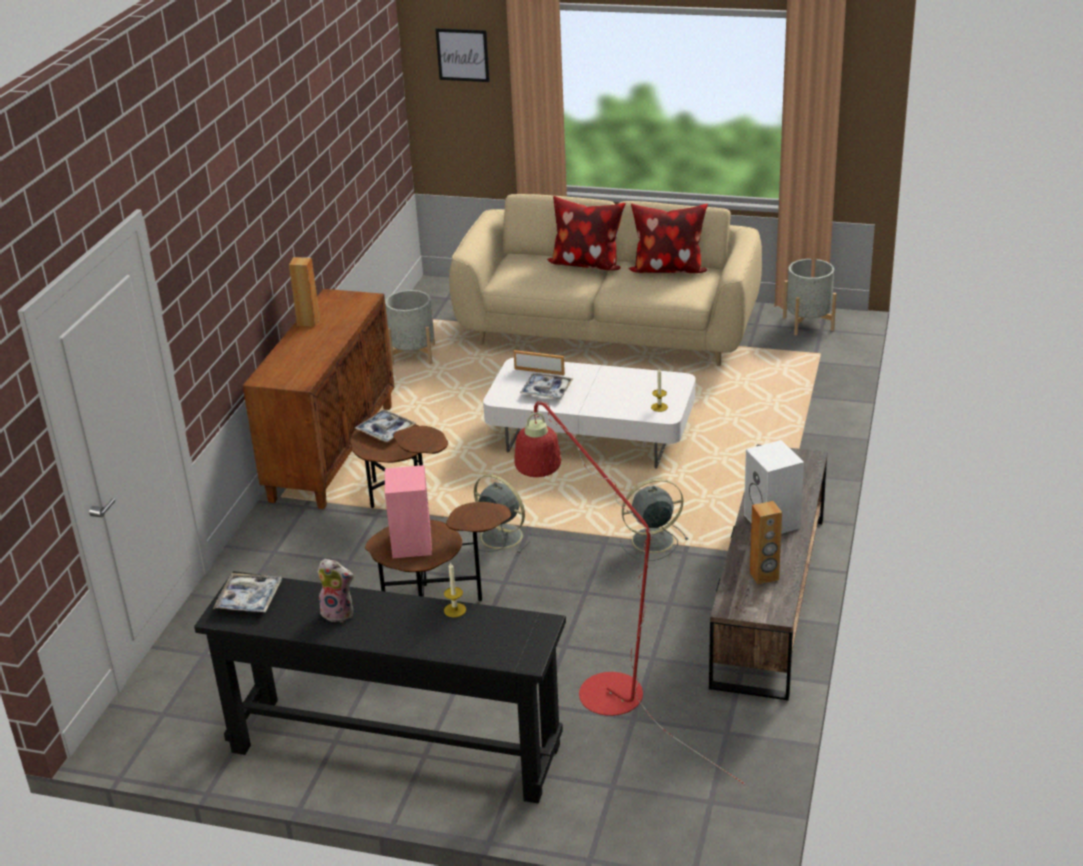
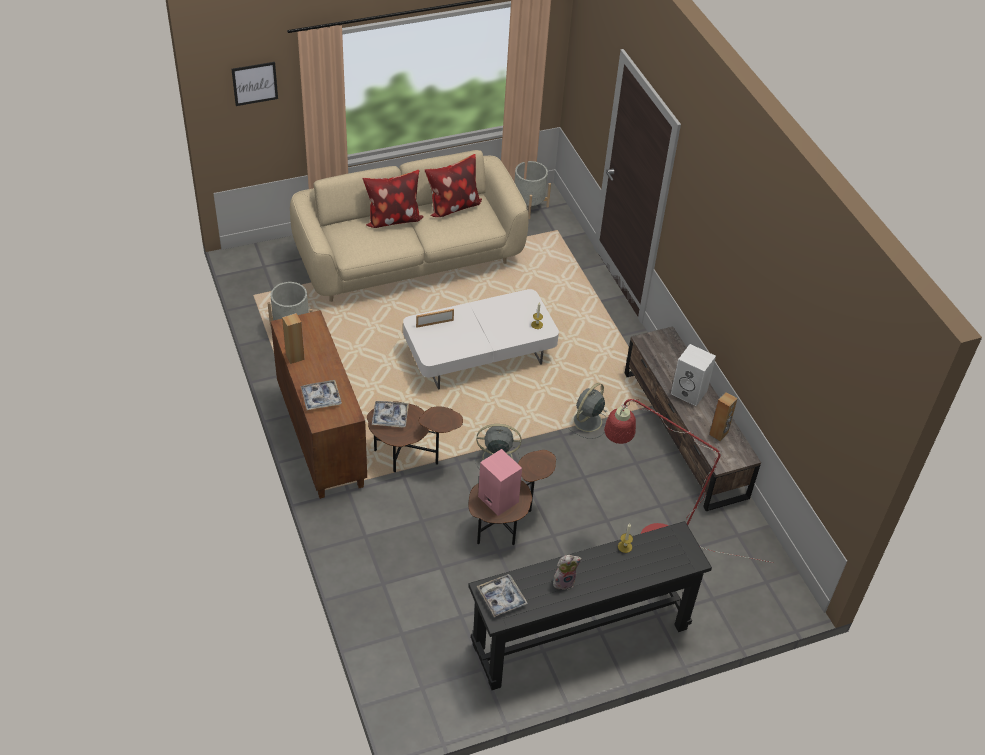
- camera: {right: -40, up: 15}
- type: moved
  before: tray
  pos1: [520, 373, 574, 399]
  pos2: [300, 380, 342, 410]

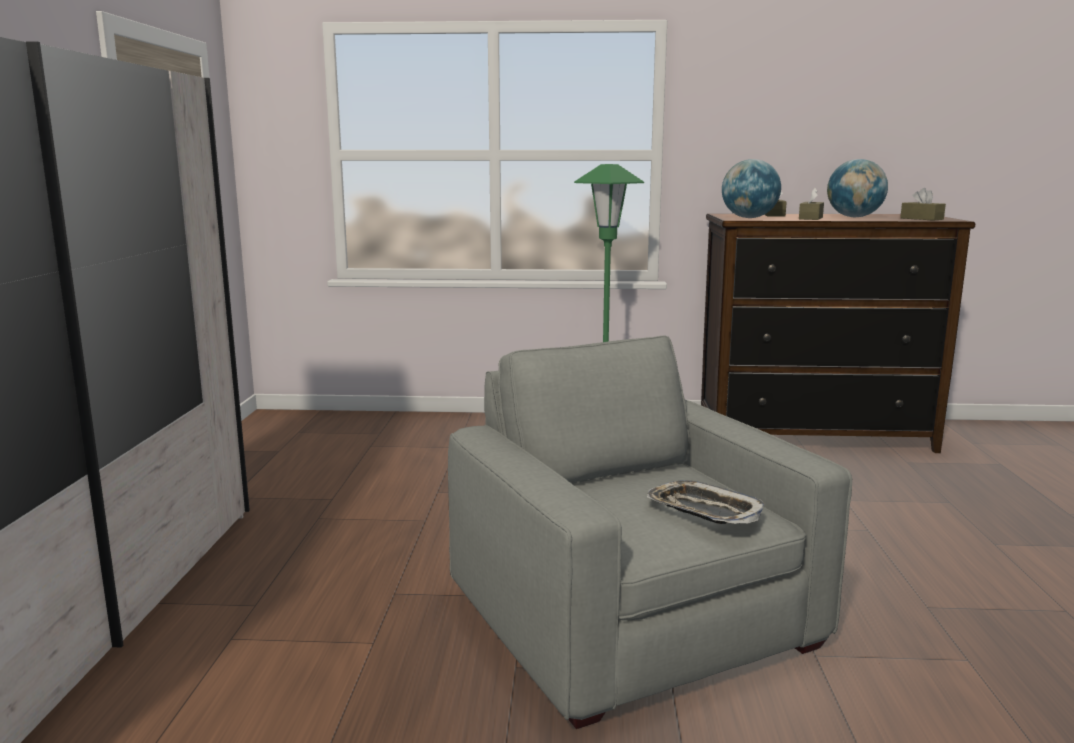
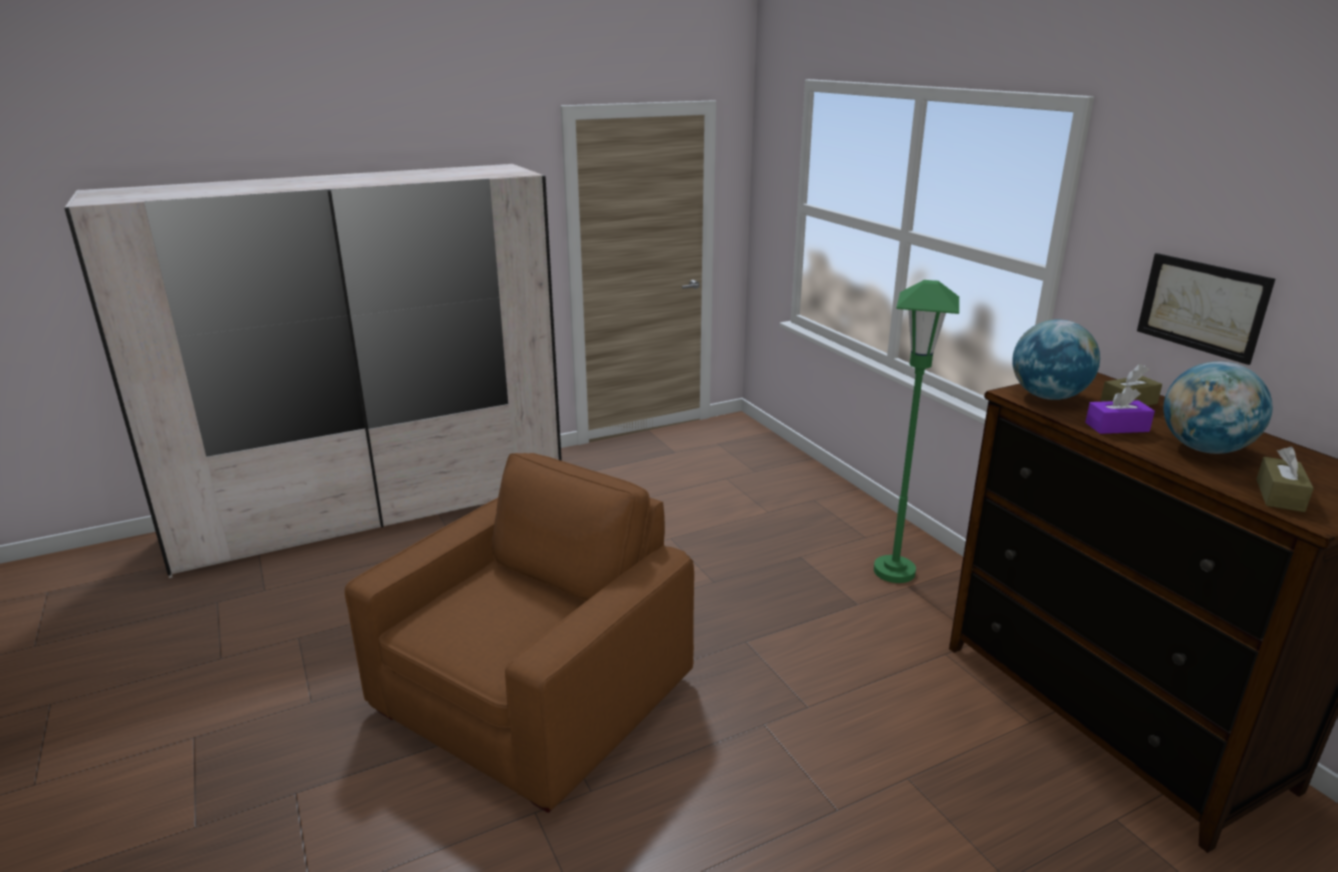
- camera: {right: 60, up: 10}
- type: recoloured
  before: gray easy chair
  after: brownish easy chair
  pos1: [448, 336, 852, 729]
  pos2: [345, 453, 694, 813]
- type: removed
  before: tray
  pos1: [647, 480, 765, 524]
- type: recoloured
  before: brownish tissue holder
  after: purple tissue holder
  pos1: [799, 188, 824, 220]
  pos2: [1085, 386, 1155, 434]
- type: added
  after: wall picture
  pos2: [1137, 253, 1275, 365]

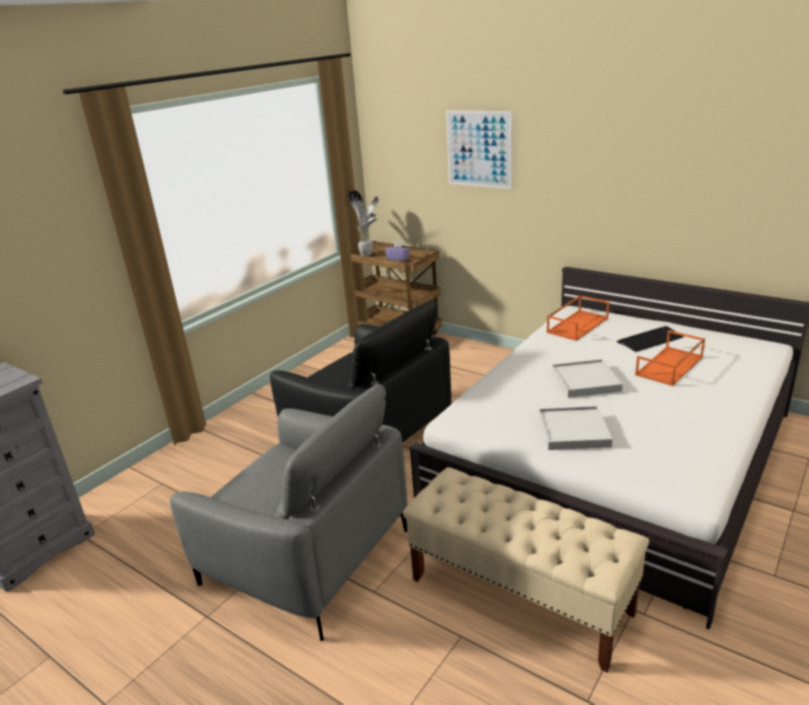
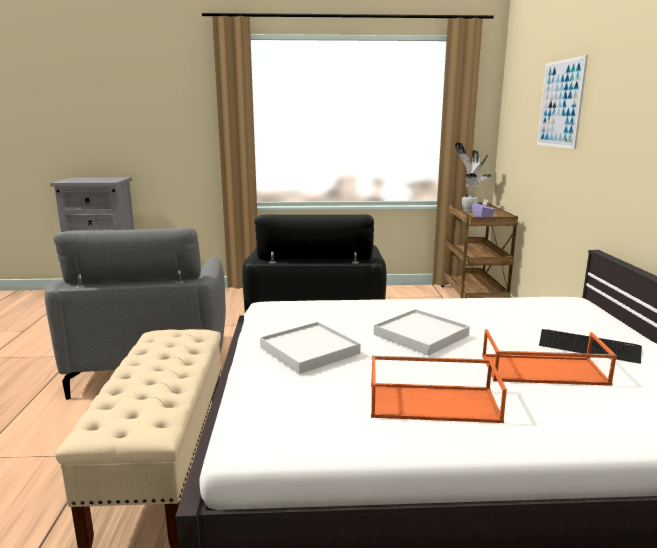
- camera: {right: 50, up: -10}
- type: moved
  before: orange tray
  pos1: [547, 295, 609, 341]
  pos2: [371, 356, 507, 423]

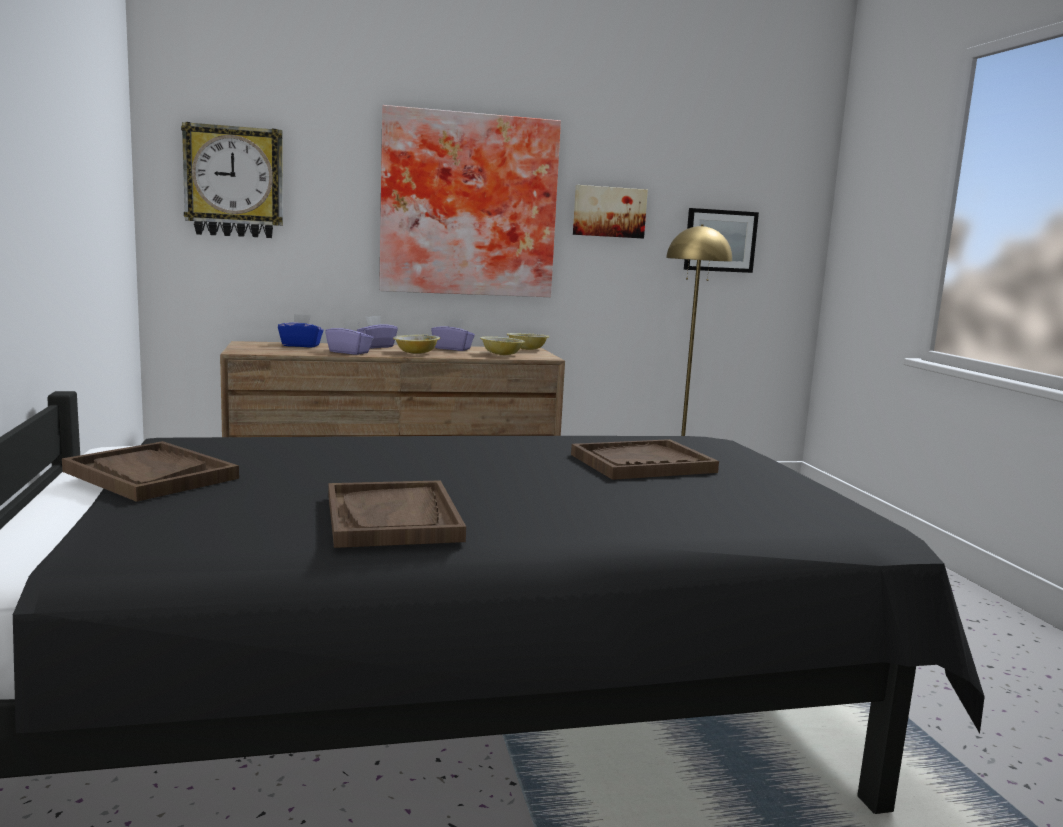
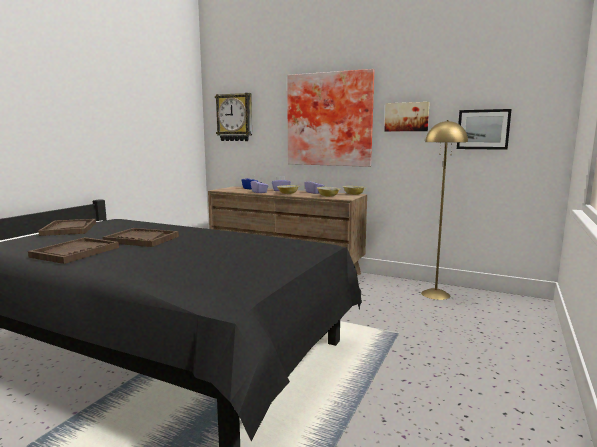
- camera: {right: 40, up: 0}
- type: moved
  before: brownish tray
  pos1: [571, 439, 719, 480]
  pos2: [103, 228, 179, 247]

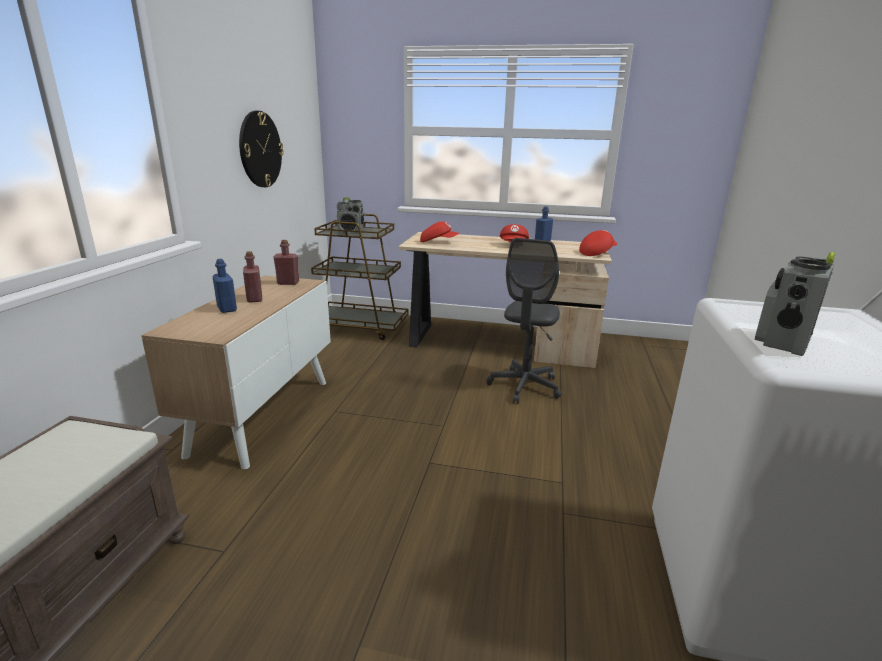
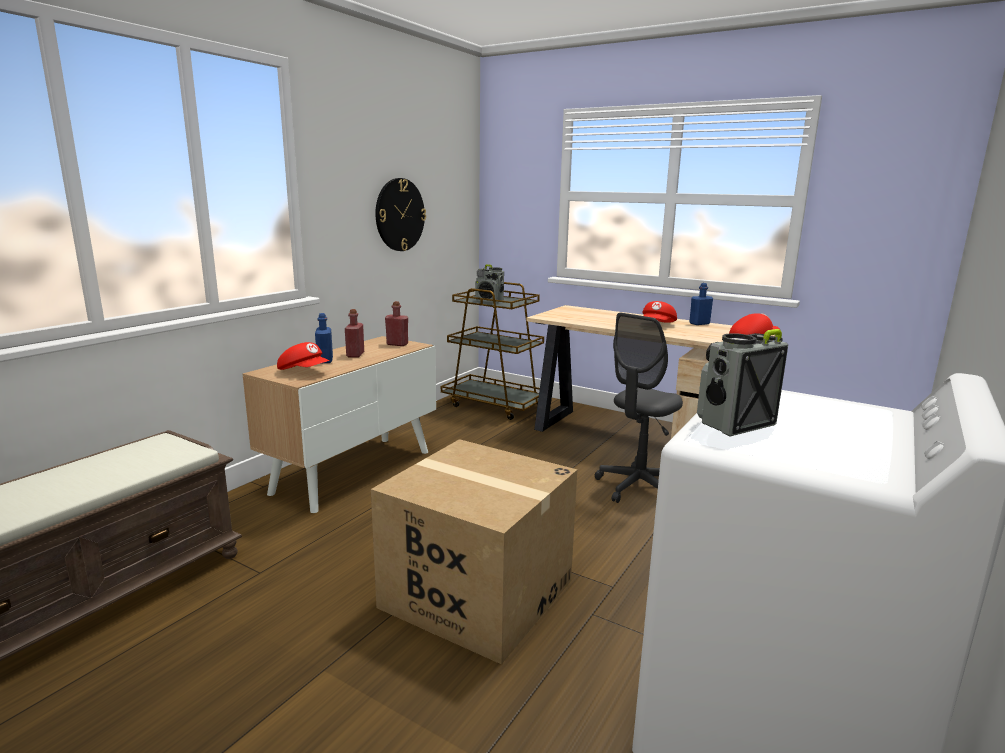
- camera: {right: 20, up: -5}
- type: moved
  before: reddish baseball cap
  pos1: [420, 221, 459, 242]
  pos2: [277, 342, 330, 370]
- type: added
  after: packing box
  pos2: [371, 439, 577, 665]

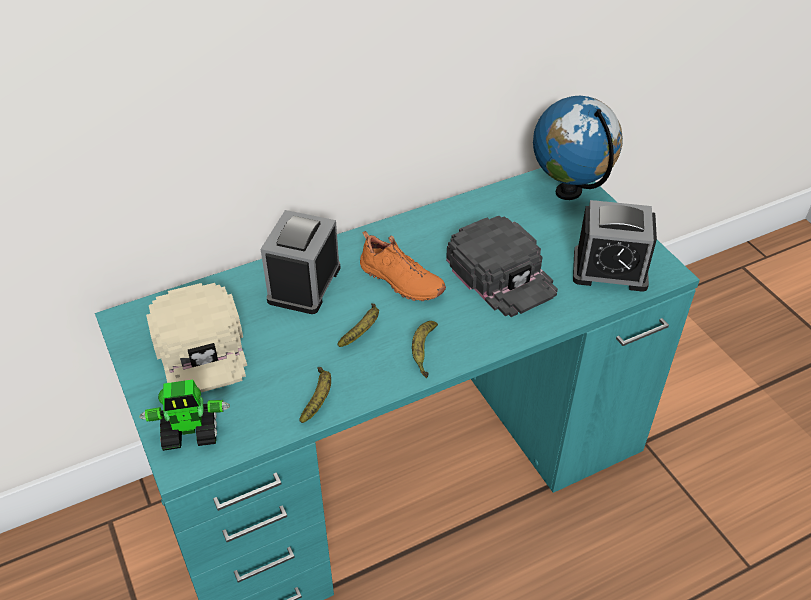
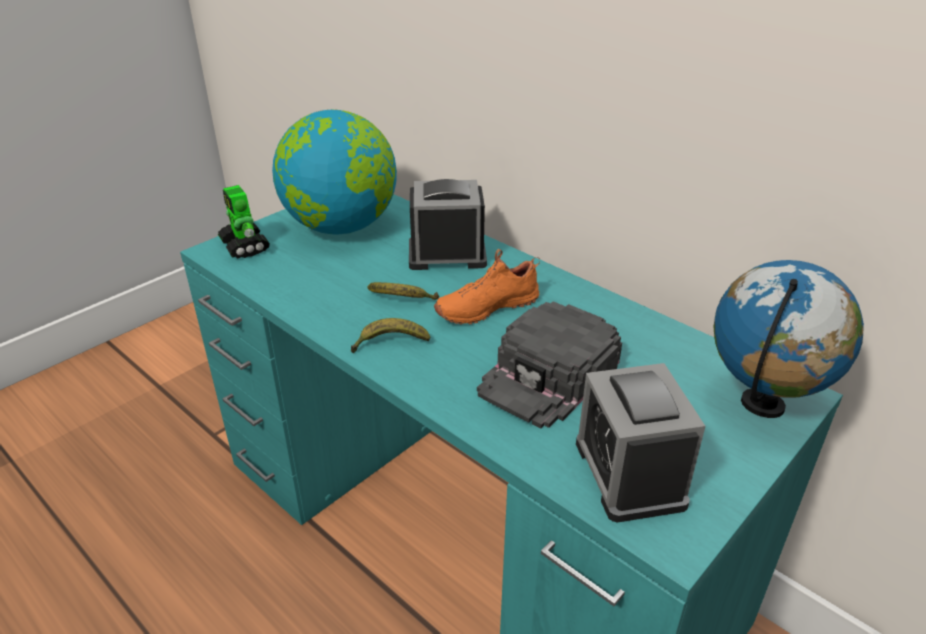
- camera: {right: 70, up: -10}
- type: replaced
  before: beige baseball cap
  after: world globe
  pos1: [146, 283, 247, 392]
  pos2: [272, 110, 397, 235]
- type: removed
  before: banana
  pos1: [299, 367, 331, 423]
- type: turned
  before: orange shoe
  pos1: [360, 231, 446, 301]
  pos2: [434, 249, 540, 325]
  turn: 45

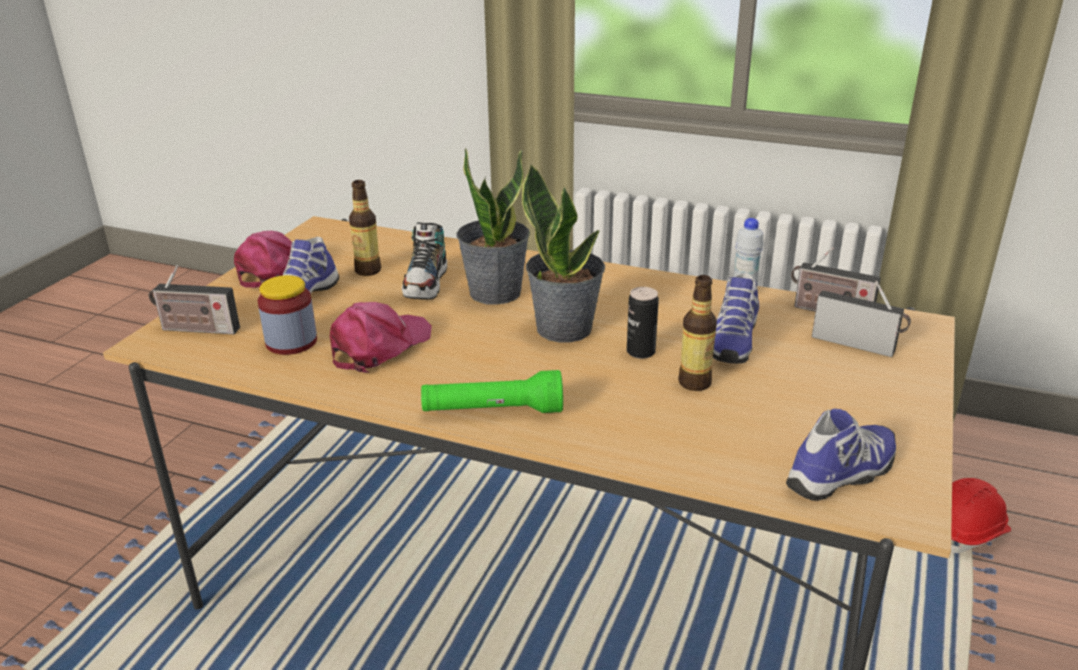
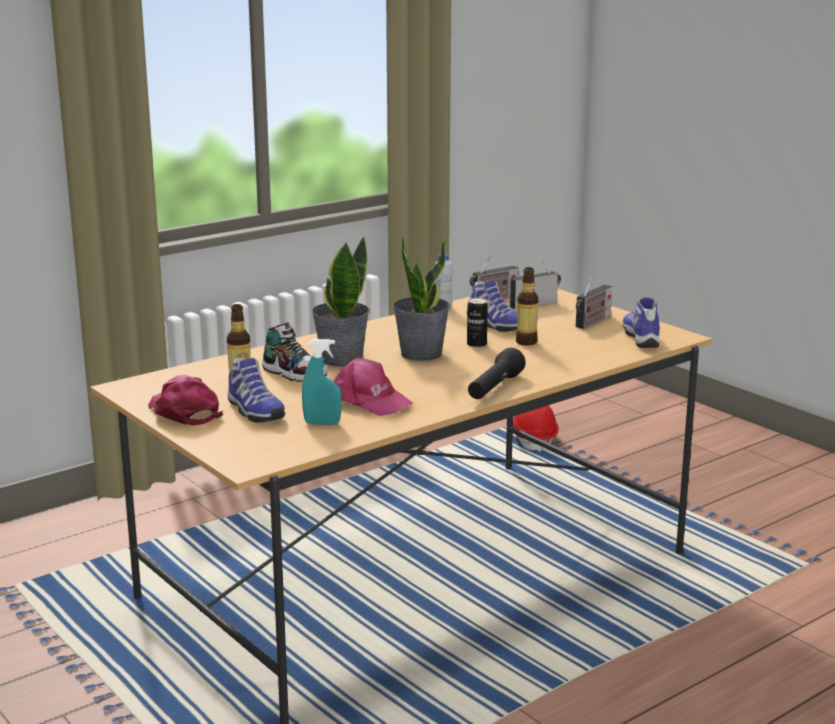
- camera: {right: -60, up: -10}
- type: moved
  before: radio receiver
  pos1: [149, 265, 240, 334]
  pos2: [576, 276, 612, 329]
- type: replaced
  before: storage jar
  after: blue-green hand sprayer
  pos1: [257, 275, 317, 355]
  pos2: [302, 339, 341, 425]
- type: turned
  before: pink-coloured baseball cap
  pos1: [330, 302, 432, 372]
  pos2: [333, 358, 414, 416]
  turn: 150
- type: recoloured
  before: green-coloured hand torch
  after: blackish hand torch
  pos1: [421, 370, 563, 413]
  pos2: [468, 348, 526, 399]

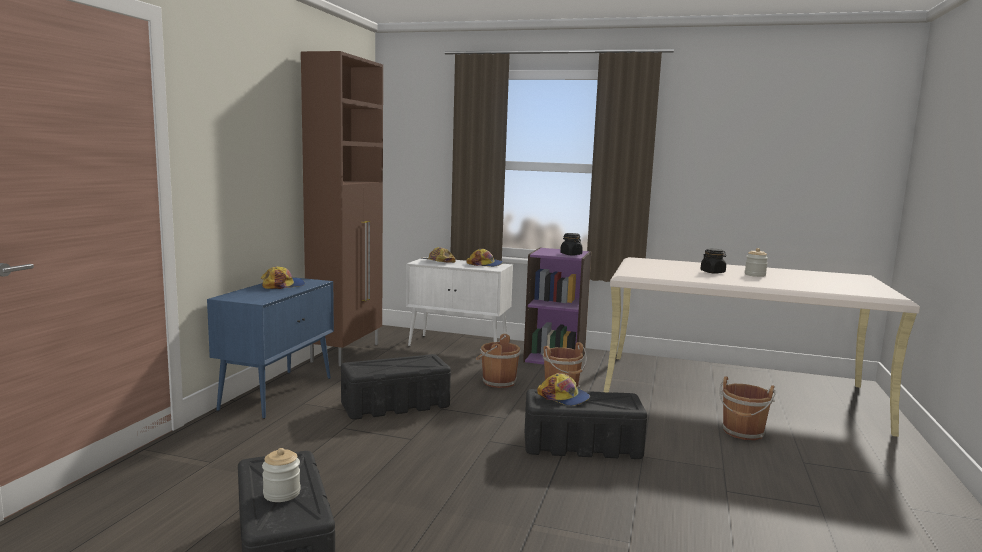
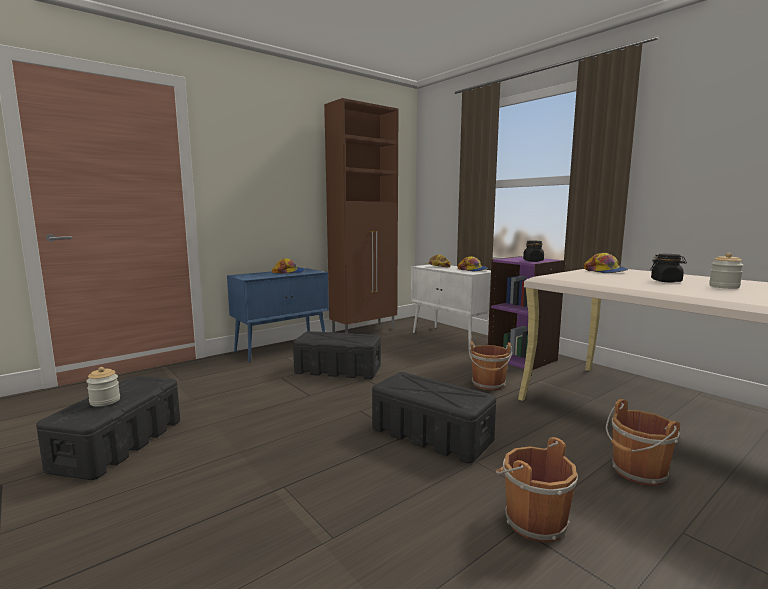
- camera: {right: 35, up: 0}
- type: moved
  before: brownish water bucket
  pos1: [476, 334, 521, 388]
  pos2: [496, 437, 578, 543]
- type: moved
  before: baseball cap
  pos1: [537, 373, 590, 406]
  pos2: [584, 253, 628, 273]

